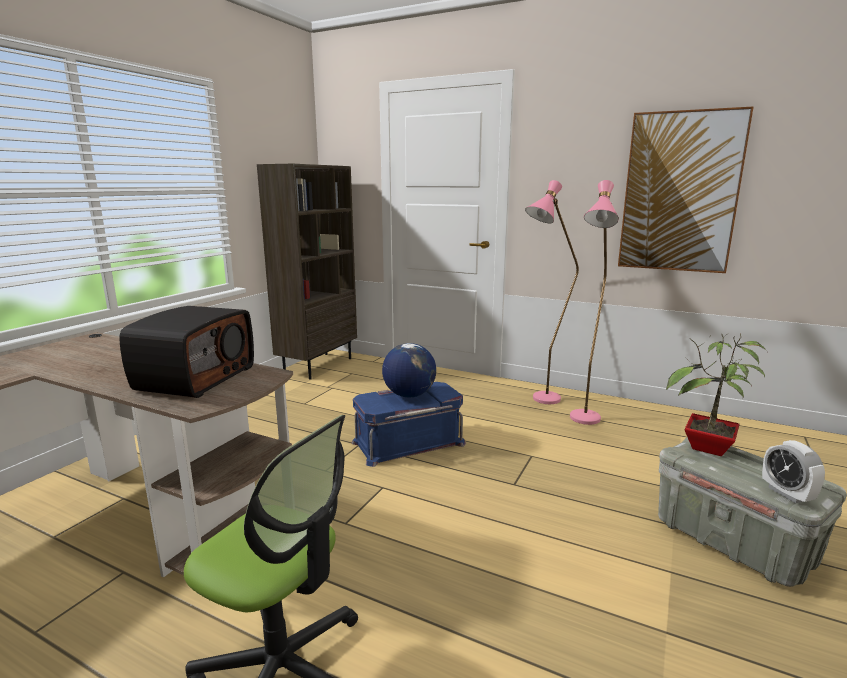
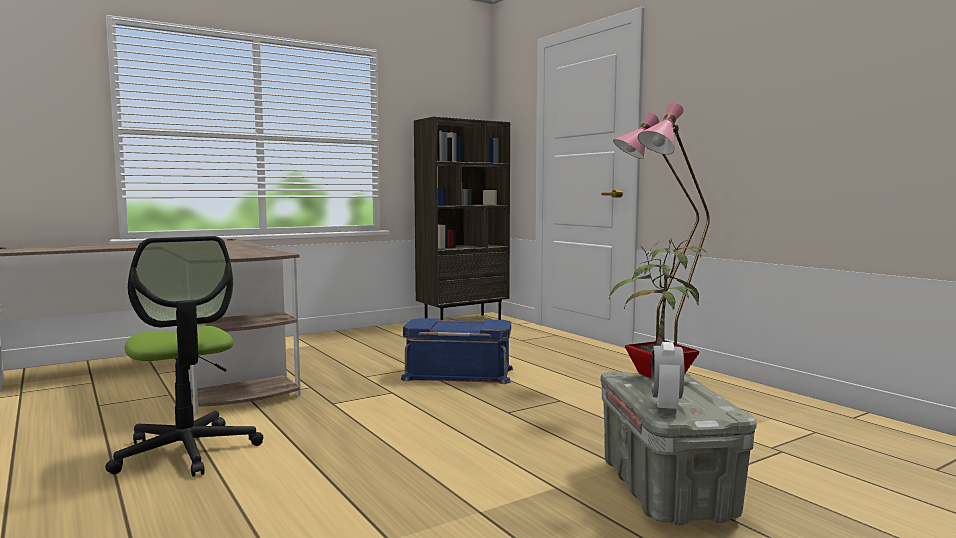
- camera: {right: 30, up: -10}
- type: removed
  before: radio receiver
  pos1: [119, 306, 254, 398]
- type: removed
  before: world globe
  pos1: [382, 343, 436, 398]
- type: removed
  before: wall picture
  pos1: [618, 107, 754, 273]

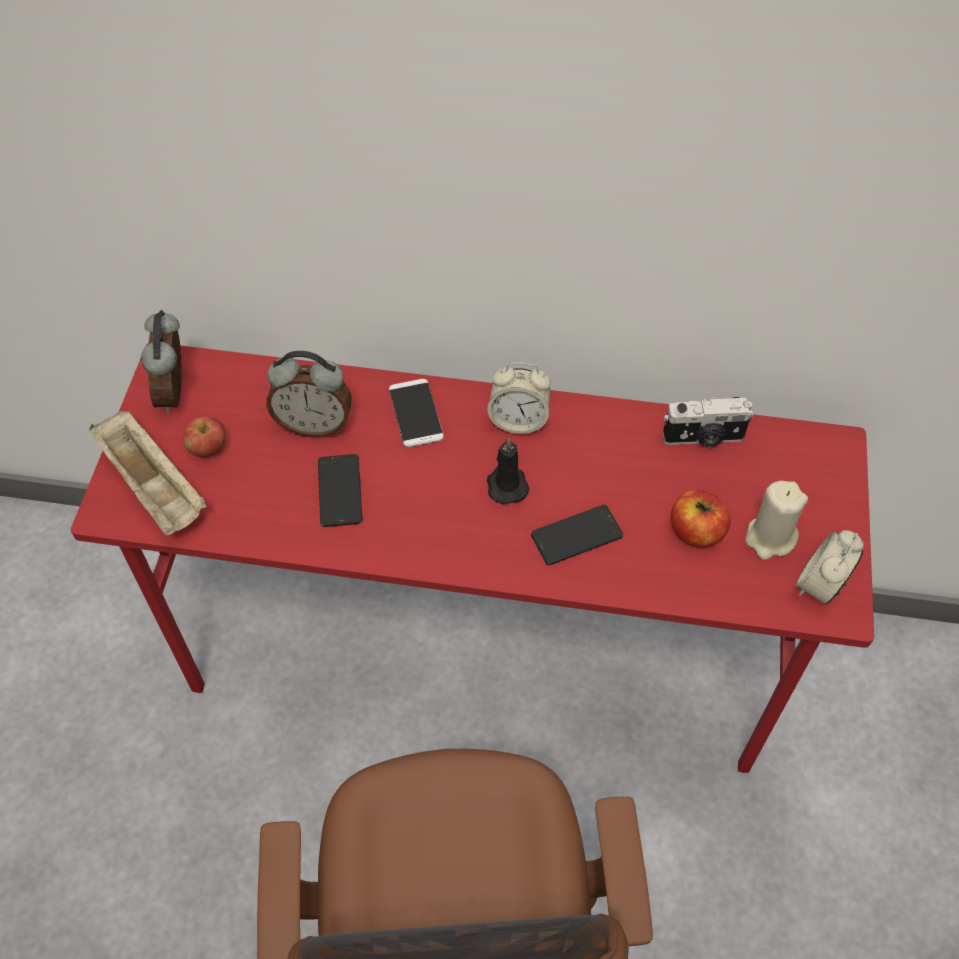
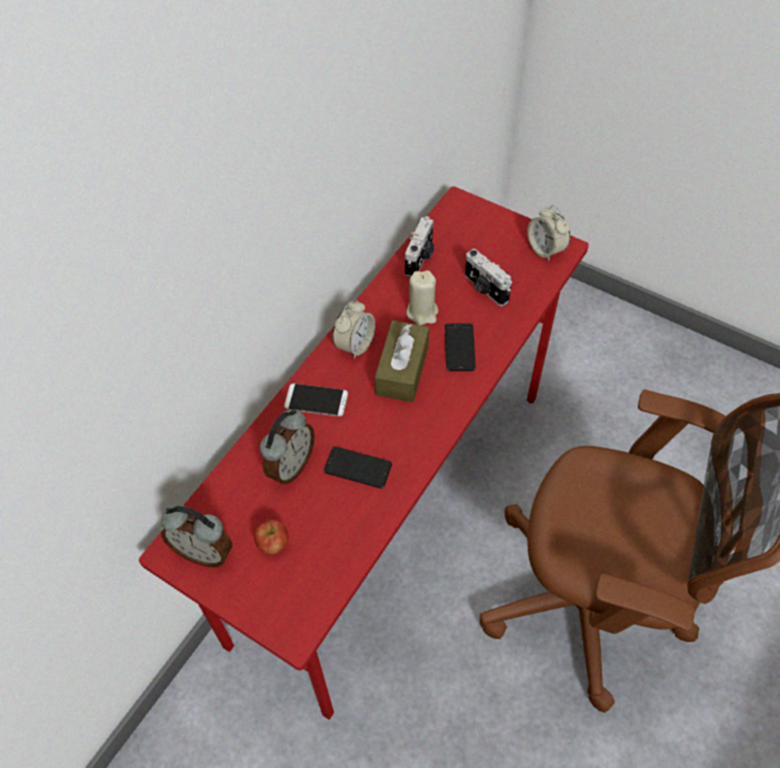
- camera: {right: -65, up: 0}
- type: removed
  before: beige tray
  pos1: [90, 411, 207, 536]
- type: replaced
  before: blackish wax candle
  after: brownish tissue holder
  pos1: [487, 438, 530, 504]
  pos2: [375, 320, 429, 402]
- type: replaced
  before: whole apple
  after: photo camera
  pos1: [671, 490, 731, 548]
  pos2: [465, 249, 512, 306]
- type: moved
  before: beige wax candle
  pos1: [745, 481, 808, 560]
  pos2: [407, 270, 438, 325]

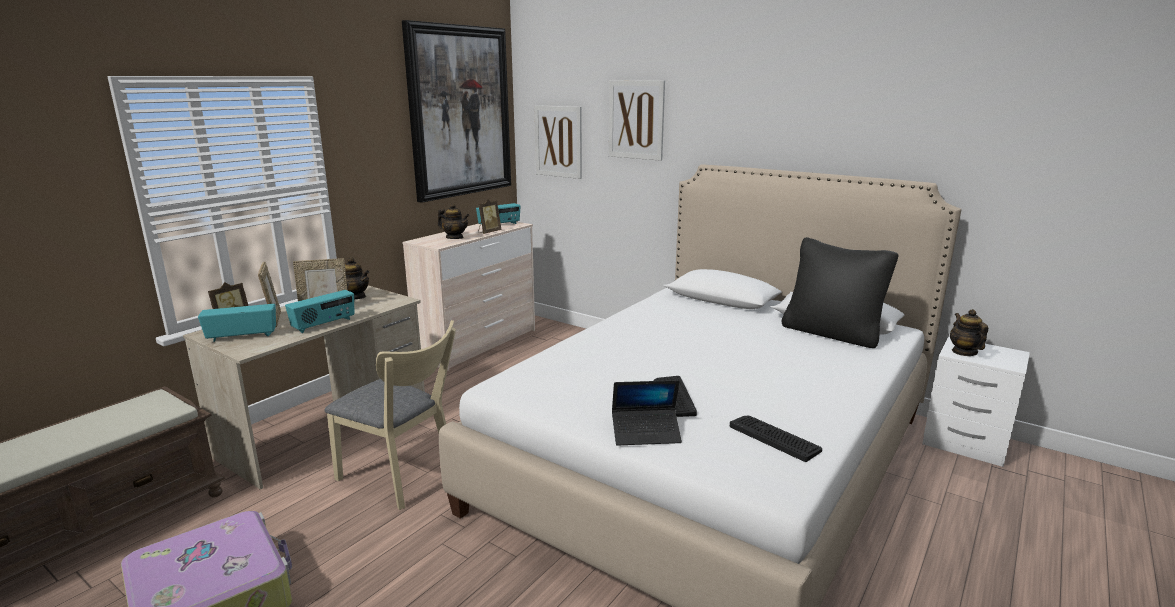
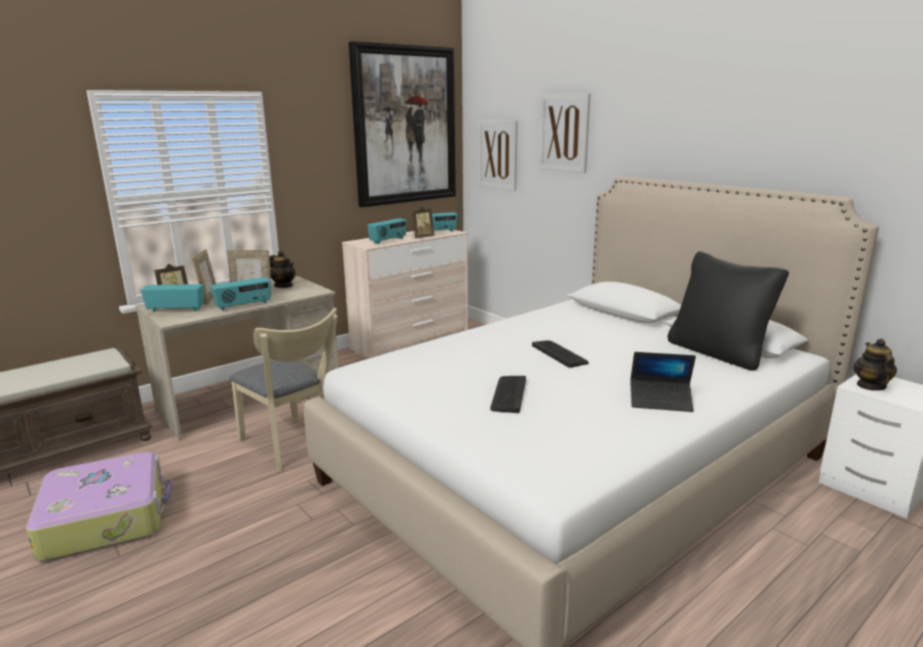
- camera: {right: 15, up: 0}
- type: replaced
  before: teapot
  after: radio receiver
  pos1: [438, 203, 470, 239]
  pos2: [367, 218, 406, 244]
- type: moved
  before: laptop
  pos1: [612, 380, 682, 446]
  pos2: [630, 352, 696, 412]
- type: moved
  before: computer keyboard
  pos1: [729, 415, 822, 462]
  pos2: [532, 340, 588, 368]

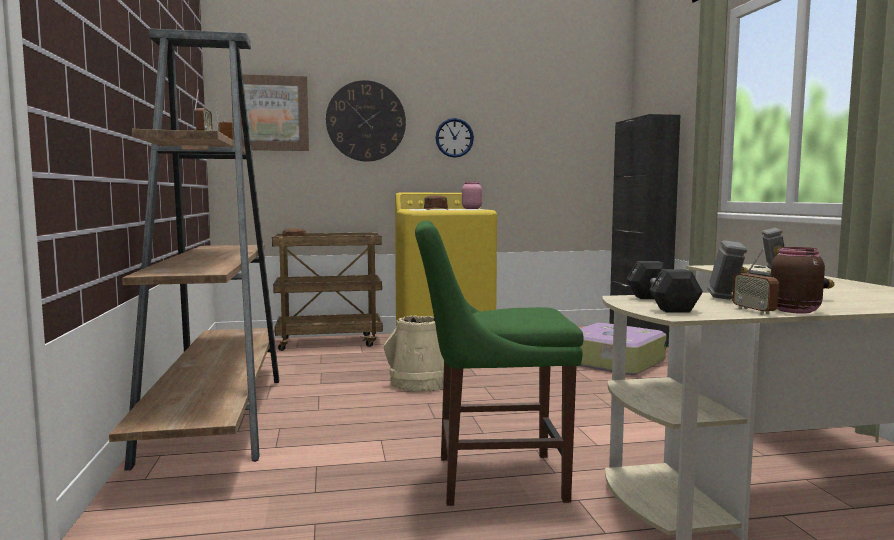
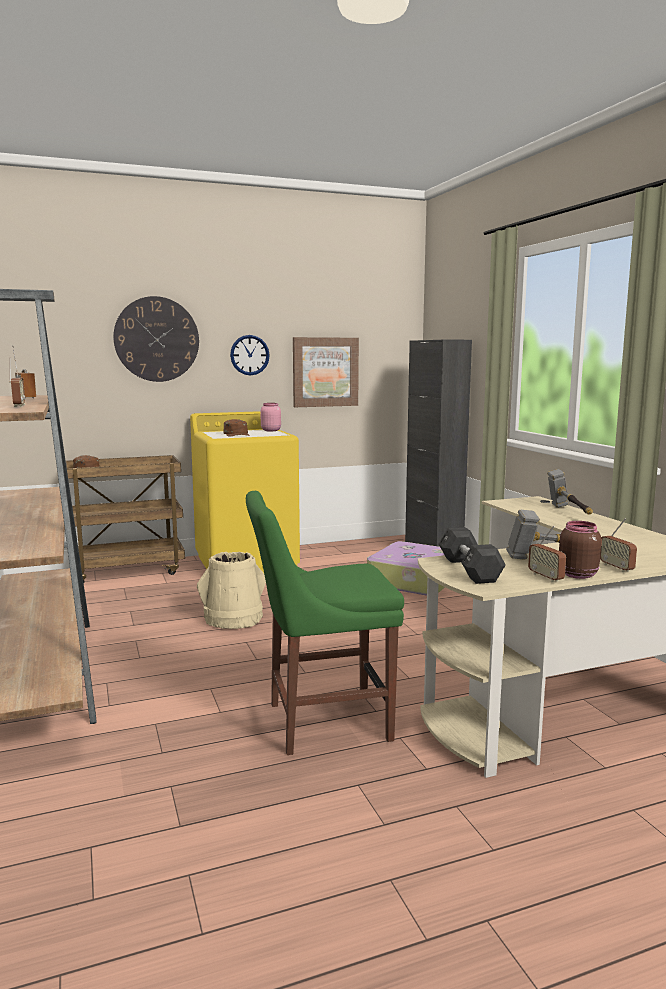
- camera: {right: -10, up: 5}
- type: moved
  before: wall picture
  pos1: [231, 74, 309, 151]
  pos2: [293, 337, 359, 407]
- type: added
  after: radio receiver
  pos2: [600, 518, 637, 572]

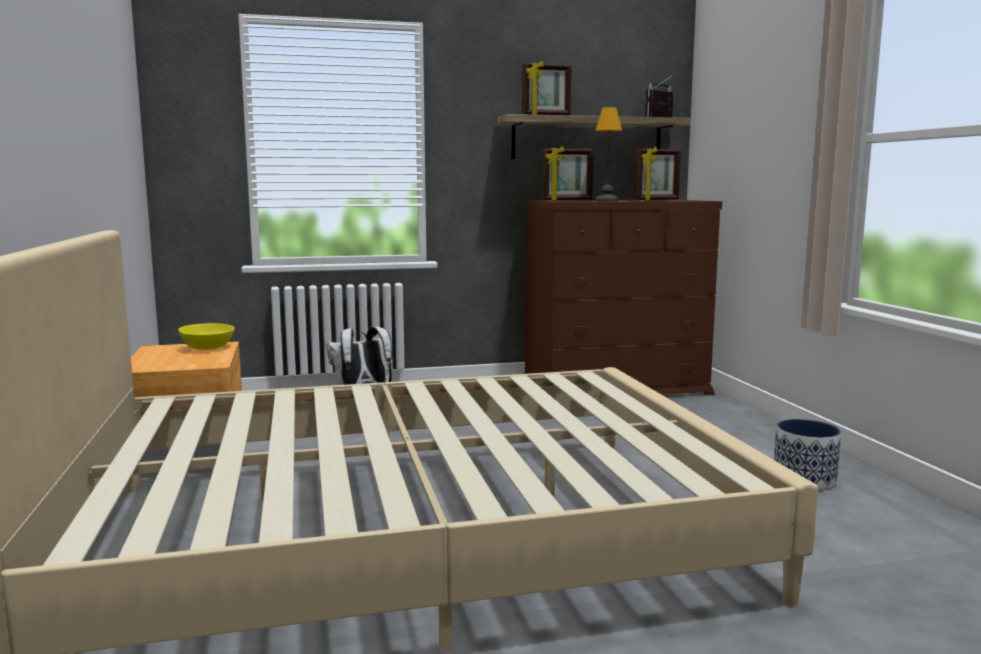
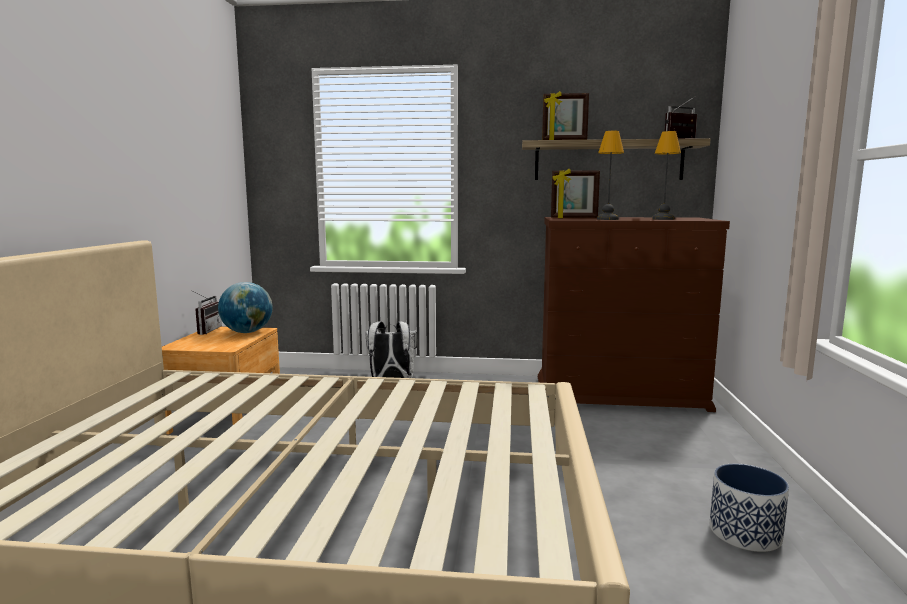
- camera: {right: 20, up: 0}
- type: replaced
  before: yellow-coloured deep dish
  after: world globe
  pos1: [178, 323, 235, 350]
  pos2: [218, 282, 272, 333]
- type: replaced
  before: picture frame
  after: tabletop lamp
  pos1: [633, 147, 681, 201]
  pos2: [652, 131, 681, 220]
- type: added
  after: radio receiver
  pos2: [191, 290, 222, 335]

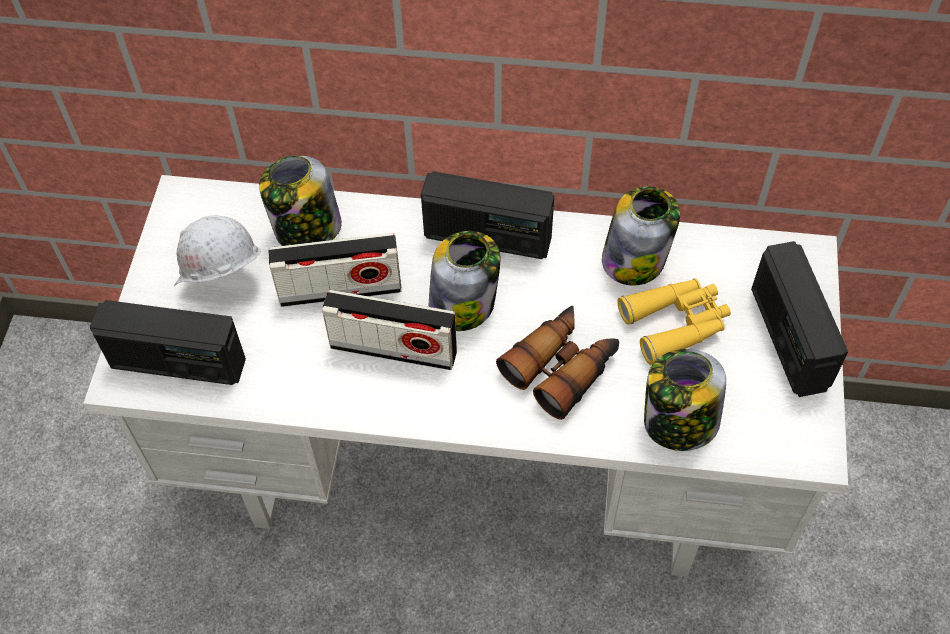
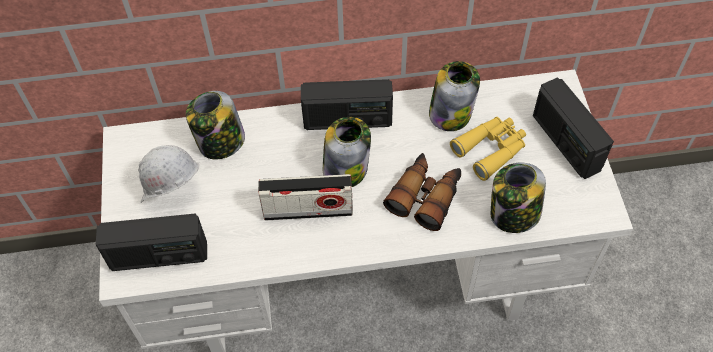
- camera: {right: -15, up: 0}
- type: removed
  before: radio receiver
  pos1: [268, 233, 401, 307]

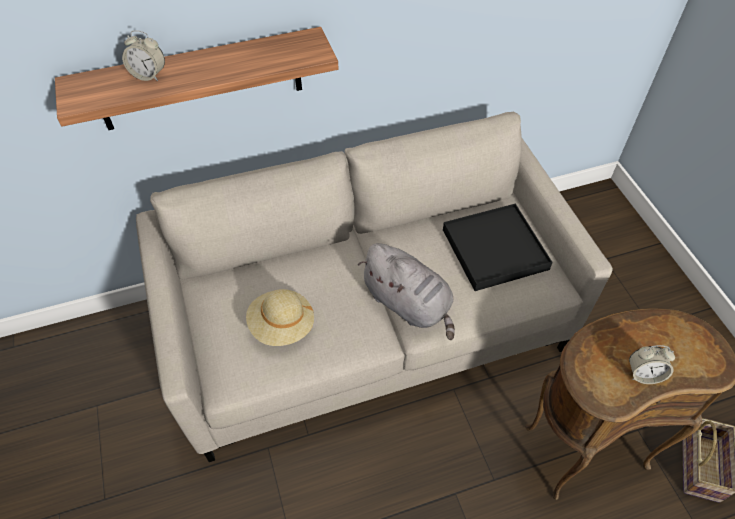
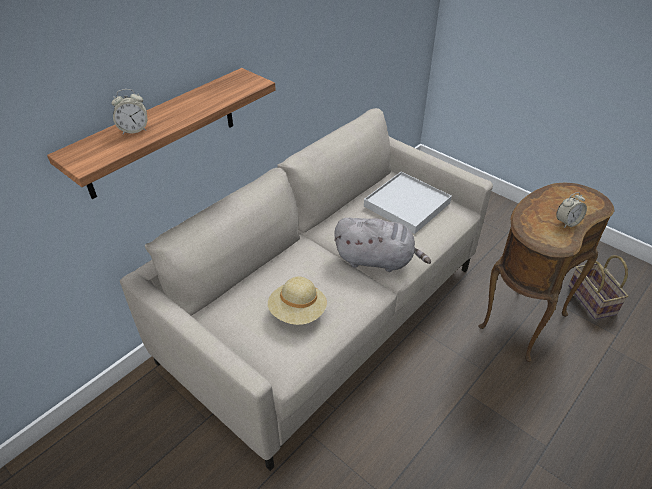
- camera: {right: -30, up: -10}
- type: recoloured
  before: blackish tray
  after: white tray
  pos1: [443, 204, 553, 291]
  pos2: [364, 172, 452, 234]

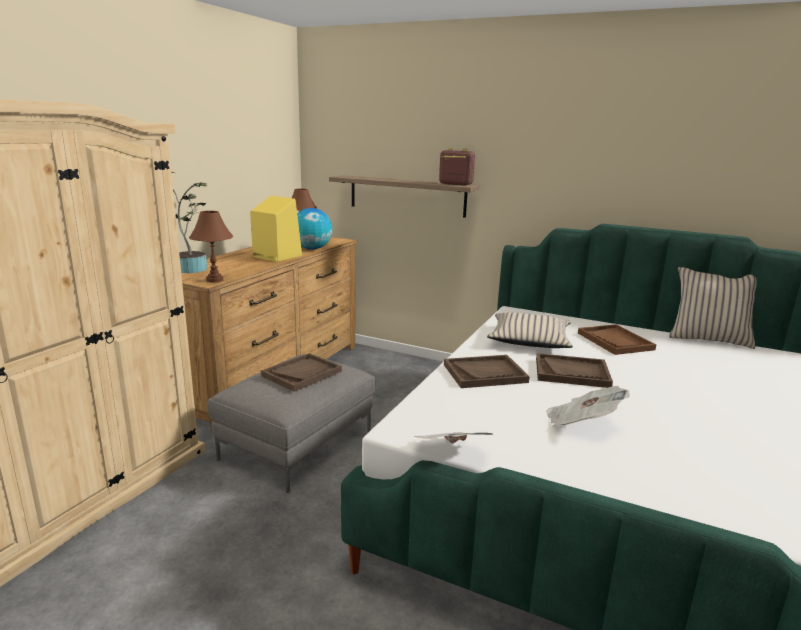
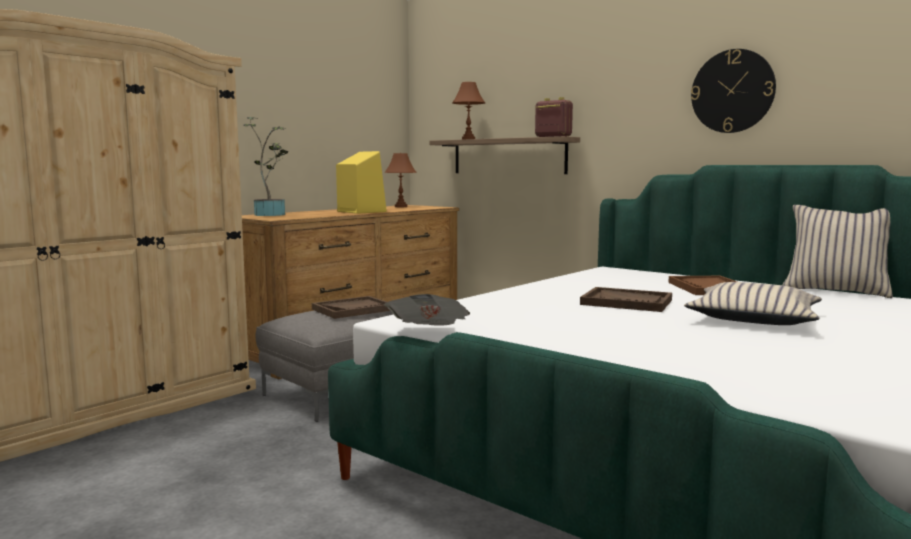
- camera: {right: 15, up: -10}
- type: moved
  before: brownish tabletop lamp
  pos1: [189, 211, 233, 283]
  pos2: [452, 82, 485, 139]
- type: removed
  before: world globe
  pos1: [297, 208, 332, 250]
- type: removed
  before: brownish tray
  pos1: [444, 355, 530, 388]
- type: moved
  before: beige throw pillow
  pos1: [487, 312, 573, 348]
  pos2: [684, 282, 822, 325]
- type: removed
  before: newspaper
  pos1: [546, 386, 630, 427]
- type: added
  after: hanging clock
  pos2: [691, 49, 776, 133]

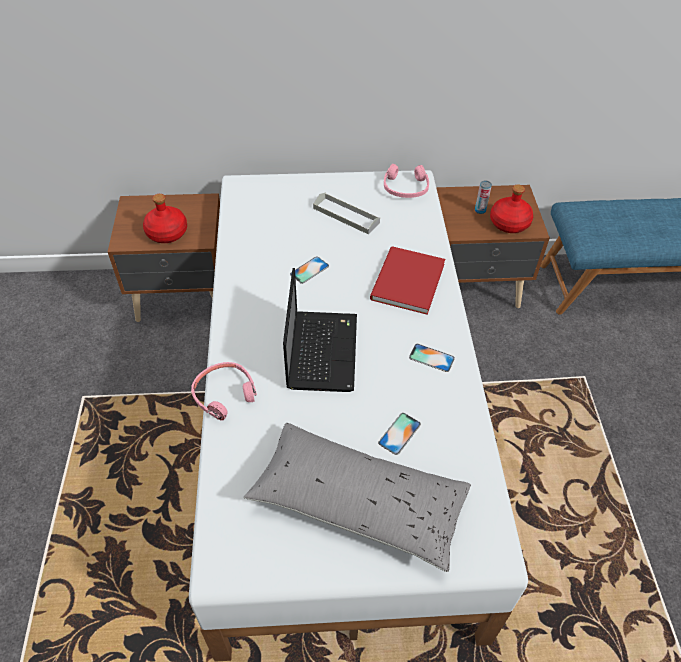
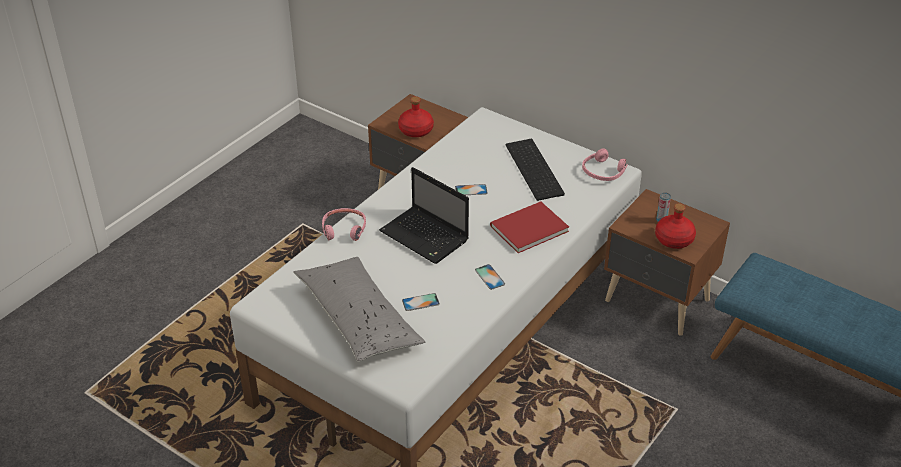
- camera: {right: 40, up: -10}
- type: turned
  before: laptop
  pos1: [283, 268, 357, 392]
  pos2: [379, 167, 469, 264]
  turn: 90
- type: replaced
  before: gray tray
  after: computer keyboard
  pos1: [313, 193, 380, 234]
  pos2: [506, 139, 565, 201]

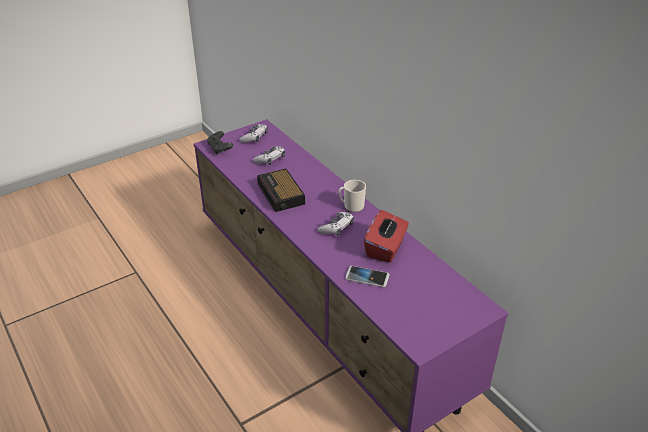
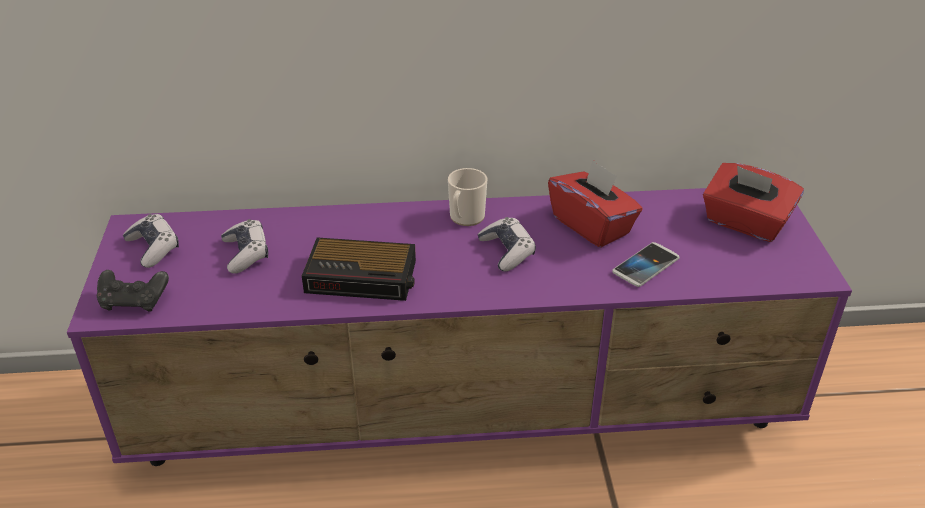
- camera: {right: -60, up: 0}
- type: added
  after: reddish tissue holder
  pos2: [703, 163, 804, 242]

